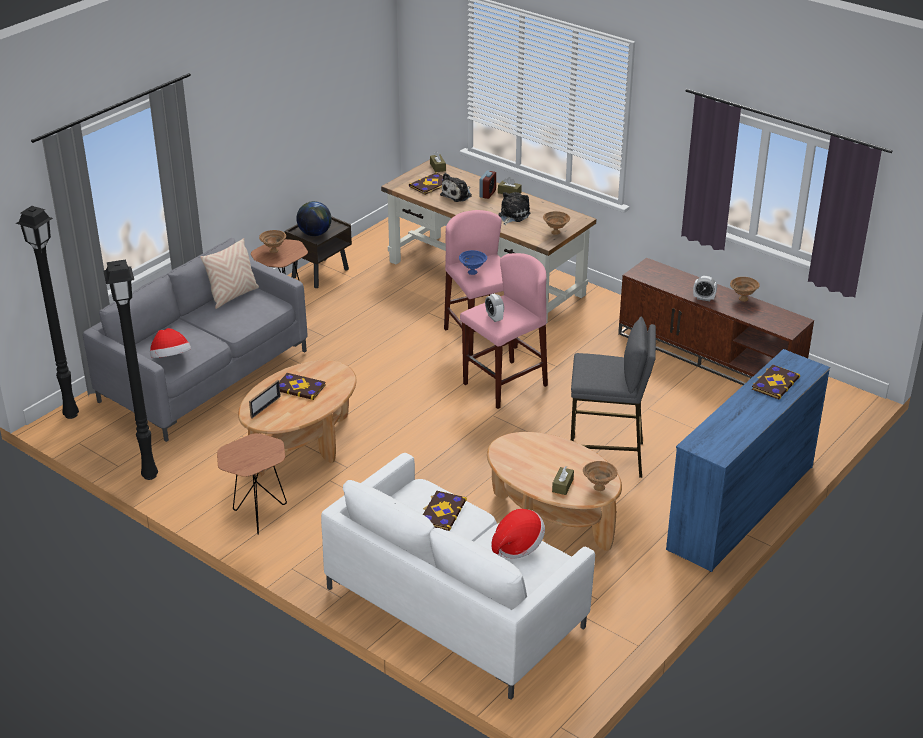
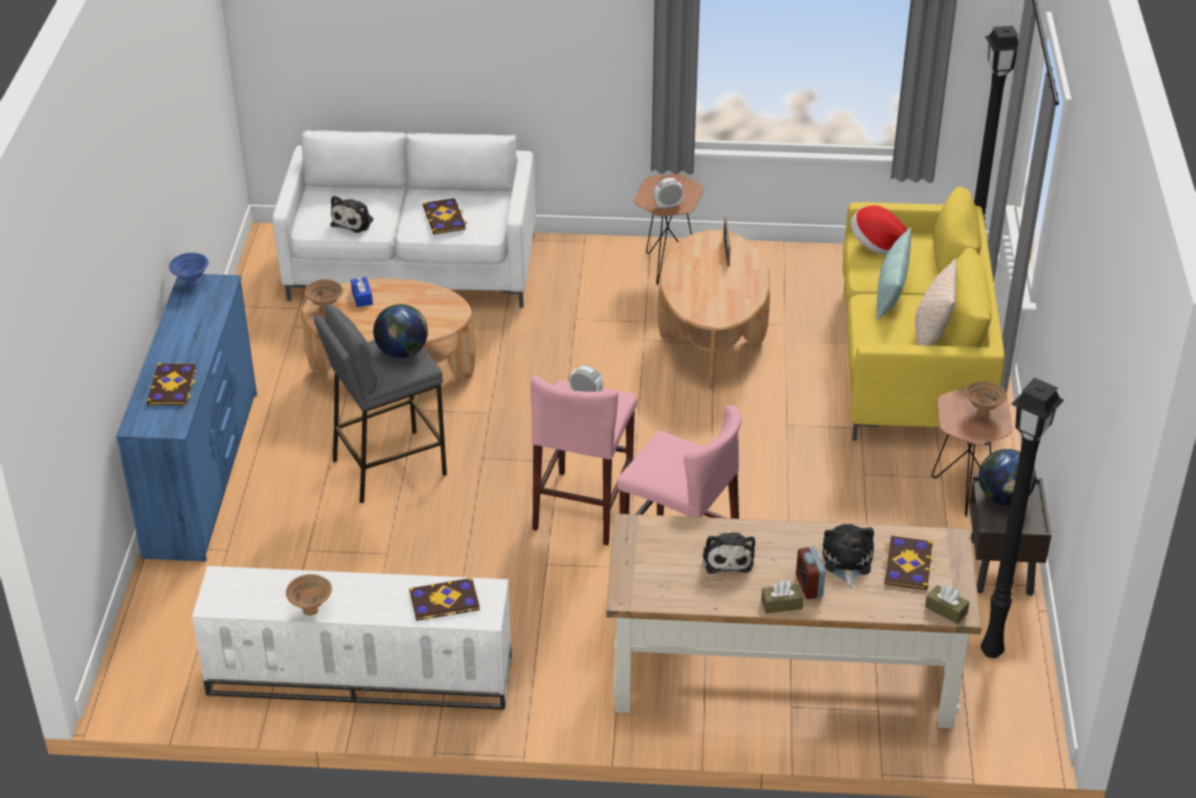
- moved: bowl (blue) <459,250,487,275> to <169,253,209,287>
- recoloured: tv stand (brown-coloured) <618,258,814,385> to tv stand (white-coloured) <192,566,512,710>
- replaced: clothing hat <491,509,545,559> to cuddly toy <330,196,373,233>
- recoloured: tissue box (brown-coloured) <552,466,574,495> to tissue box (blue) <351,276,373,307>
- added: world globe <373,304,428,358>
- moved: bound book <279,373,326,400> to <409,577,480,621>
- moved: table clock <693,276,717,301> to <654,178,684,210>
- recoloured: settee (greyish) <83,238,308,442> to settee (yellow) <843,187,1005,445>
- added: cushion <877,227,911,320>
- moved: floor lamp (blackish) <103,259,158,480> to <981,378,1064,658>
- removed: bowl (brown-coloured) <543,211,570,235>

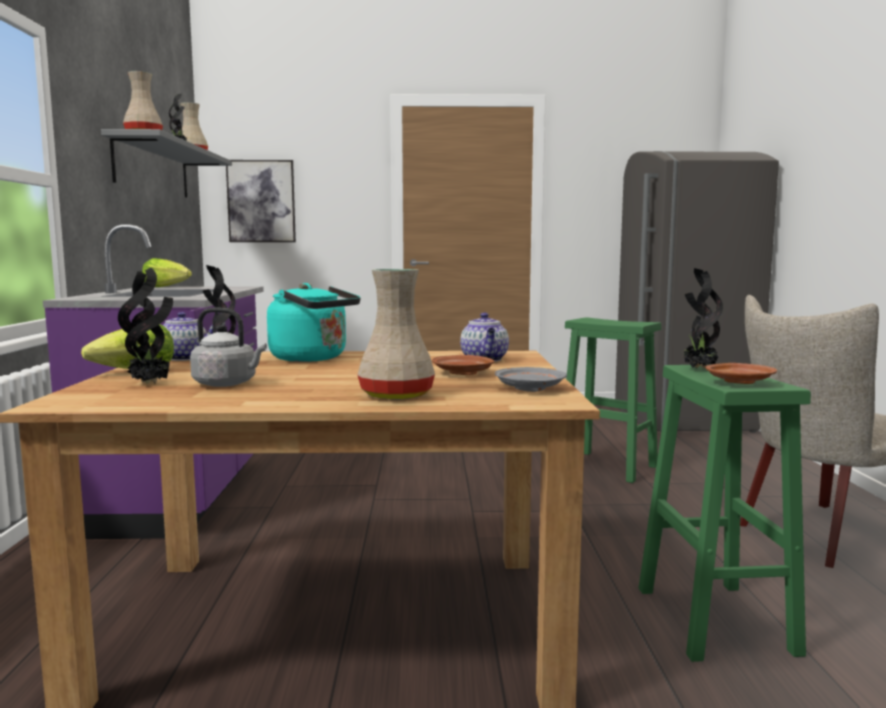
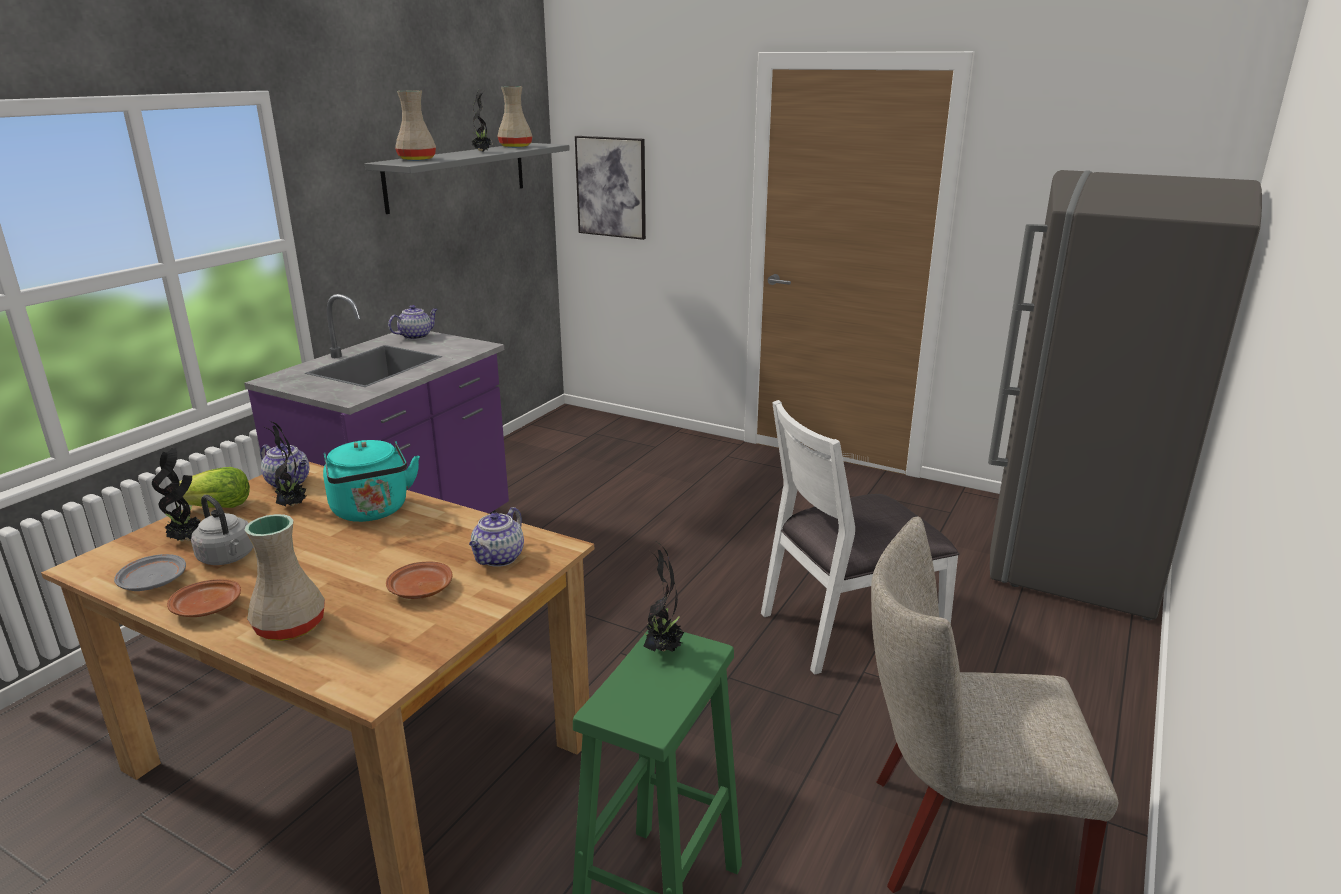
- moved: plate (greyish) <495,367,567,392> to <114,554,186,591>
- moved: plate (brown-coloured) <705,363,777,384> to <167,579,241,617>
- replaced: lettuce <142,258,192,287> to pot for tea <388,305,438,340>
- replaced: sitting stool (green-coloured) <565,317,661,483> to chair (white-coloured) <761,400,959,675>

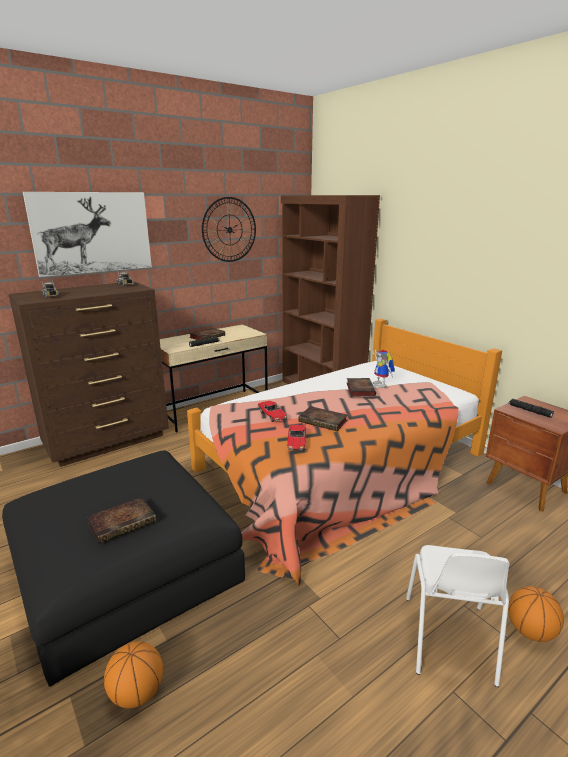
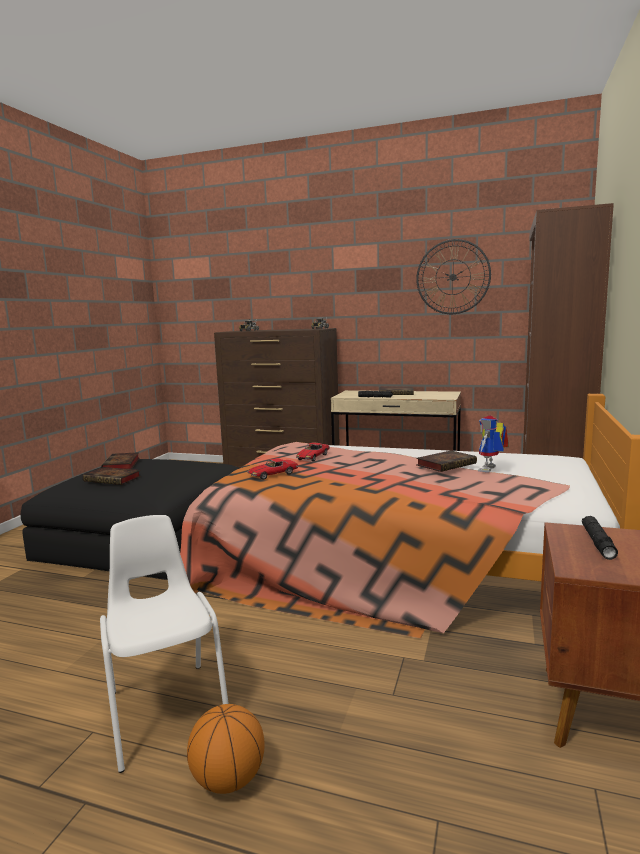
- turned: chair (white-coloured) <406,545,510,687> = <100,515,229,773> 90 degrees clockwise
- moved: bound book <298,406,348,431> to <101,452,139,469>
- removed: wall picture <23,192,152,277>
- removed: basketball <104,641,163,708>

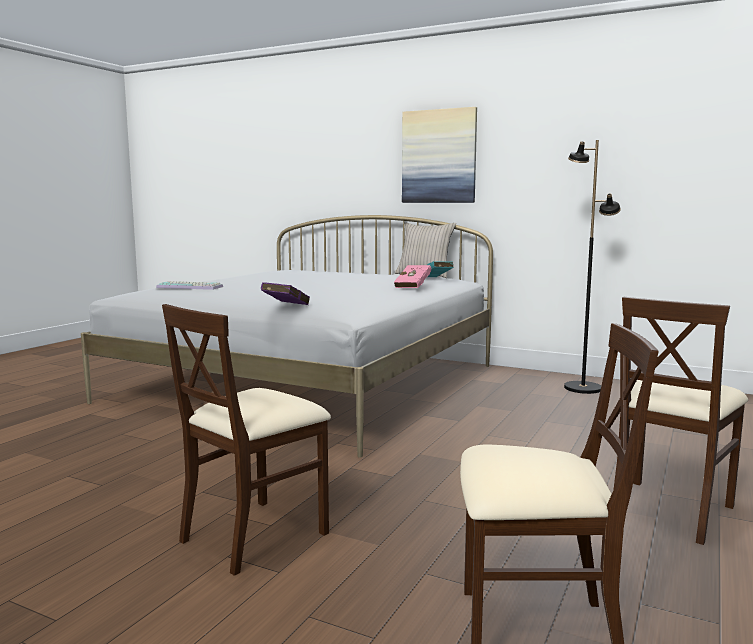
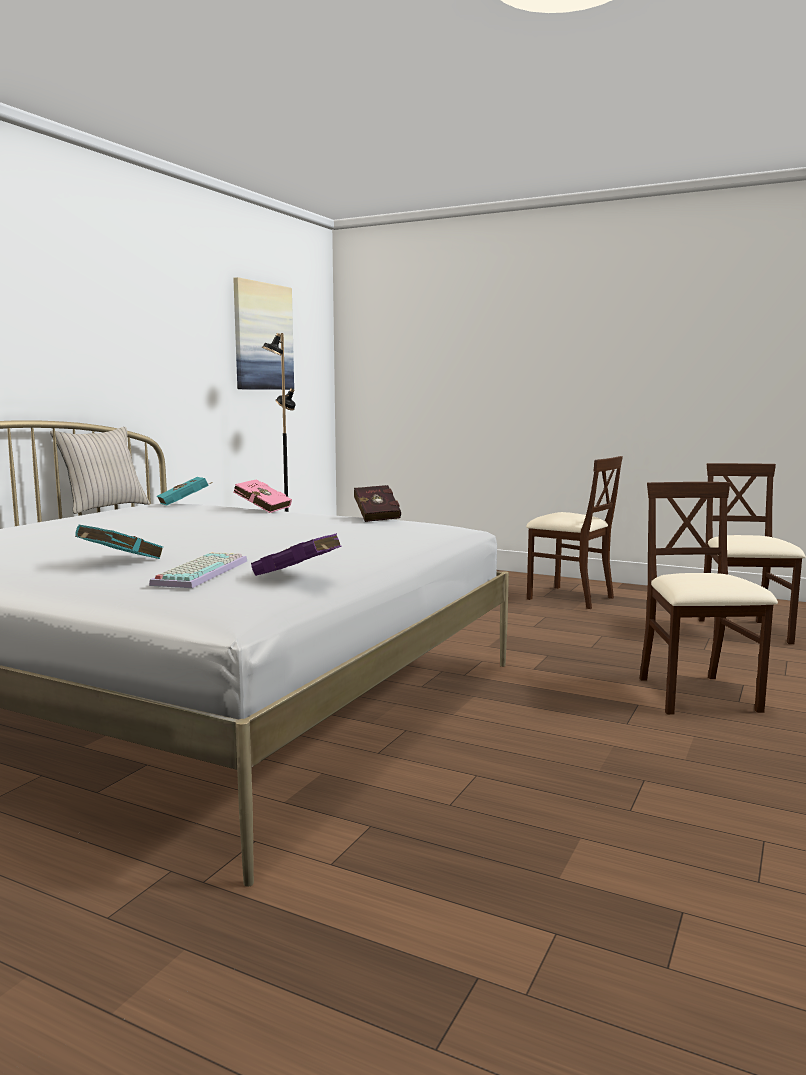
- added: bound book (turquoise-coloured) <75,525,163,559>
- moved: wall picture <402,107,477,203> to <233,277,294,390>
- moved: bound book (purplish) <261,282,310,305> to <251,533,342,576>
- added: bound book (reddish) <354,485,401,522>
- turned: chair (sand-coloured) <162,304,331,576> = <639,482,778,715> 135 degrees counterclockwise

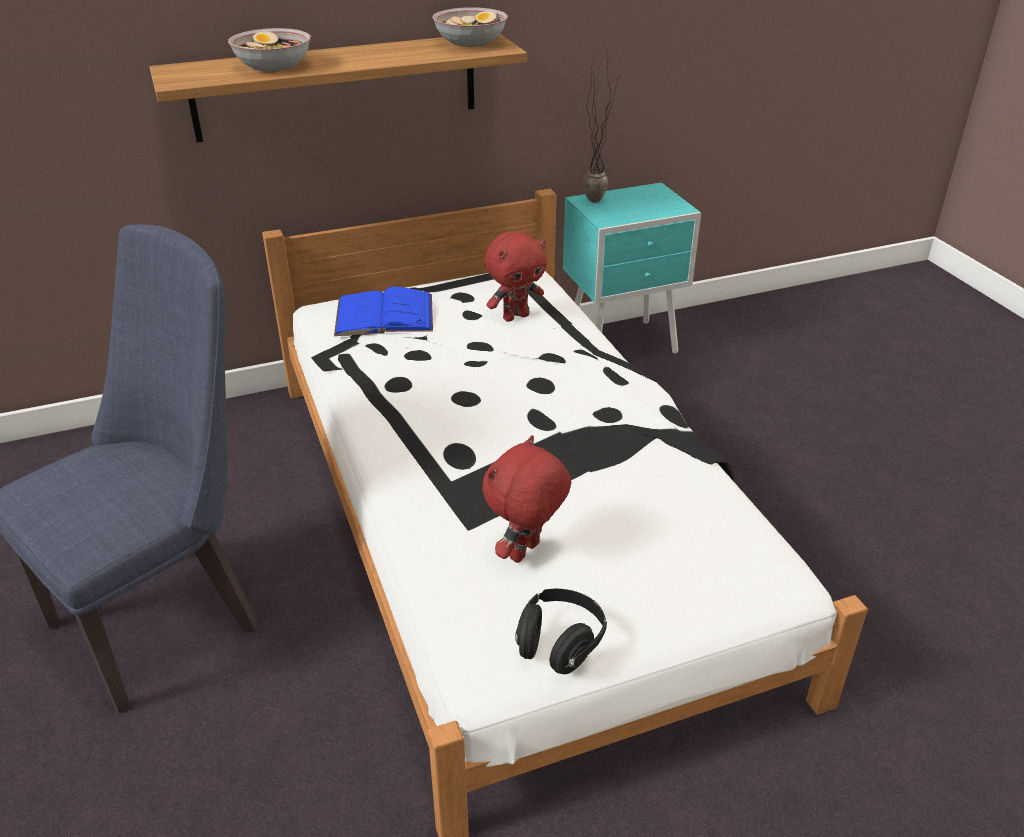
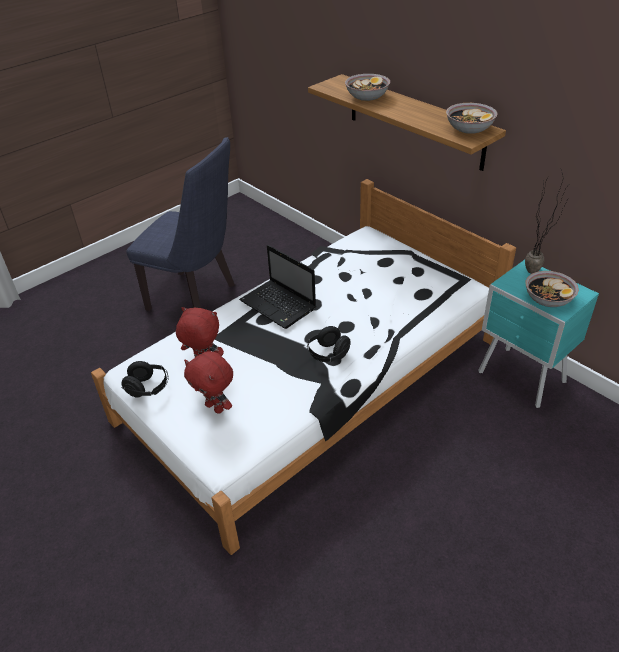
- moved: cuddly toy (reddish) <485,231,547,322> to <184,351,233,414>
- added: laptop <239,245,316,329>
- added: headphones (blackish) <307,326,351,363>
- added: bowl <525,271,579,307>
- removed: bound book (blue) <334,286,433,336>

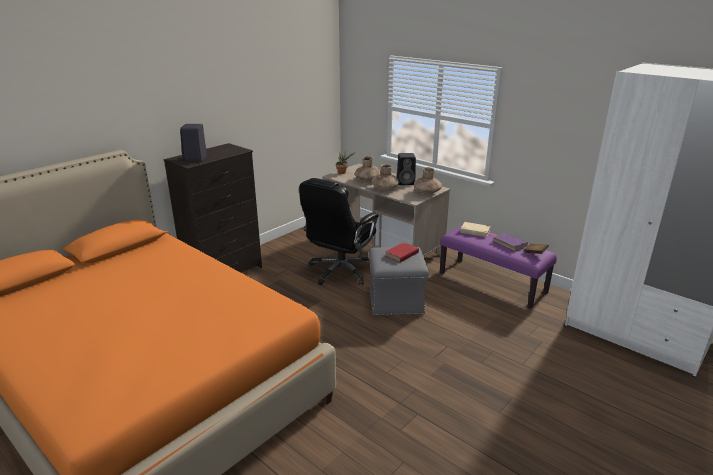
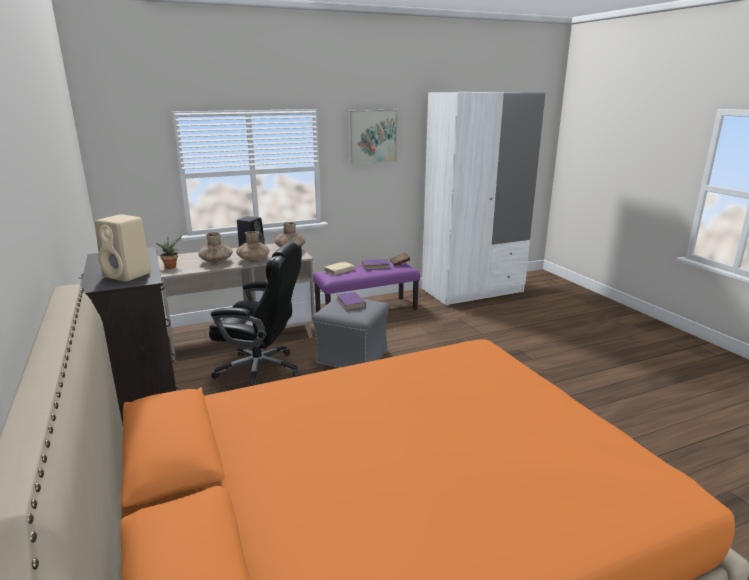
- recoloured: speaker (blackish) <180,124,207,162> to speaker (sand-coloured) <95,214,151,282>
- turned: computer chair (blackish) <299,178,379,285> = <209,242,302,387> 45 degrees counterclockwise
- recoloured: bound book (reddish) <385,242,419,262> to bound book (purplish) <336,292,366,311>
- added: wall picture <349,110,398,164>

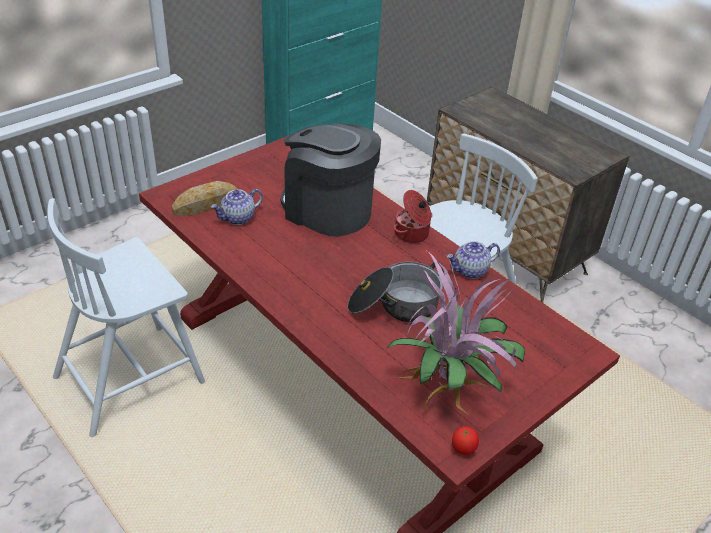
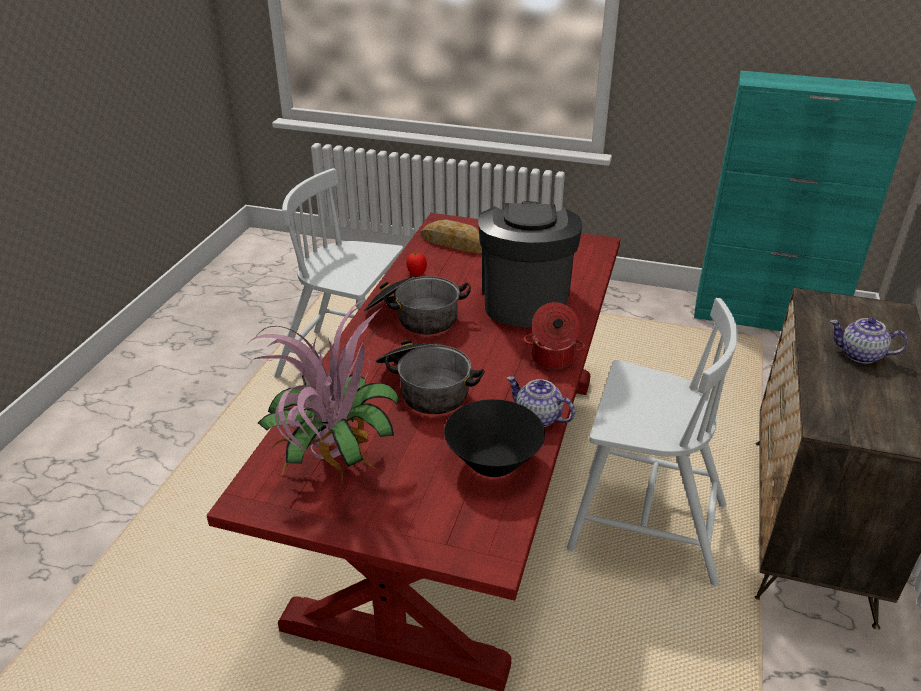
- added: stockpot <364,276,471,335>
- moved: tomato <452,426,479,455> to <406,252,427,276>
- added: bowl (blackish) <444,399,545,477>
- moved: pot for tea <211,189,263,225> to <830,318,908,364>

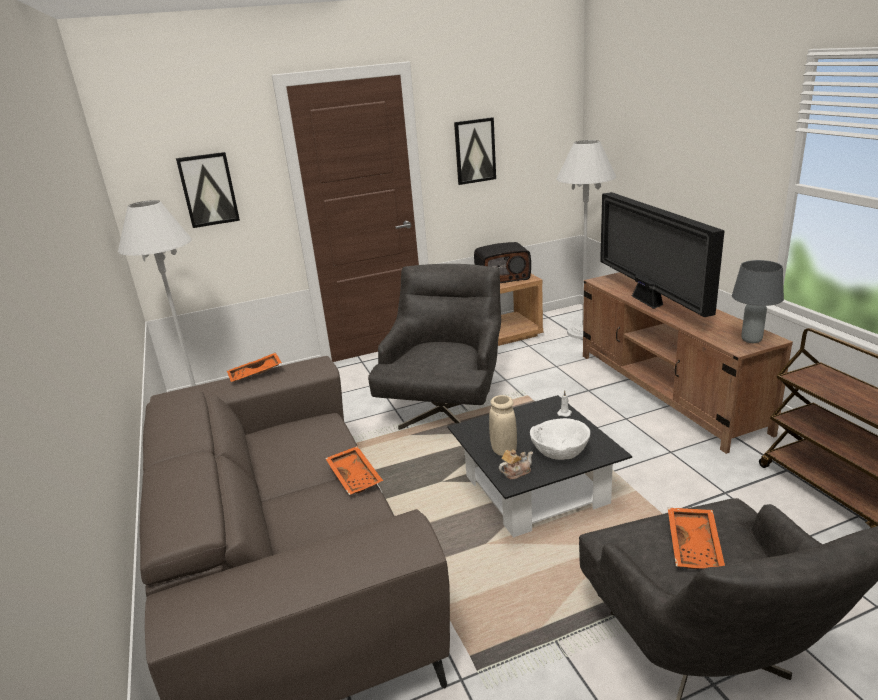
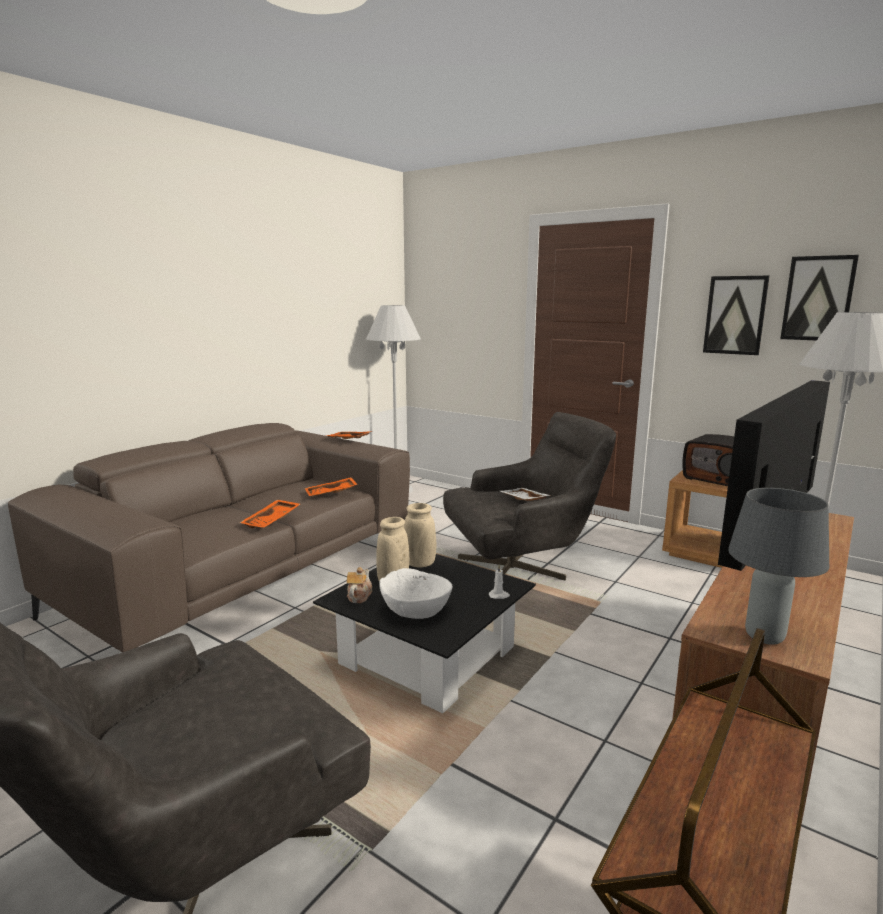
- moved: tray (orange) <668,508,725,569> to <305,477,358,496>
- turned: pot for tea <499,449,533,479> = <347,567,372,603> 105 degrees counterclockwise
- added: vase (sand-coloured) <404,503,436,567>
- added: tray (white-coloured) <501,488,551,501>
- moved: wall picture <176,152,240,228> to <780,255,859,340>

